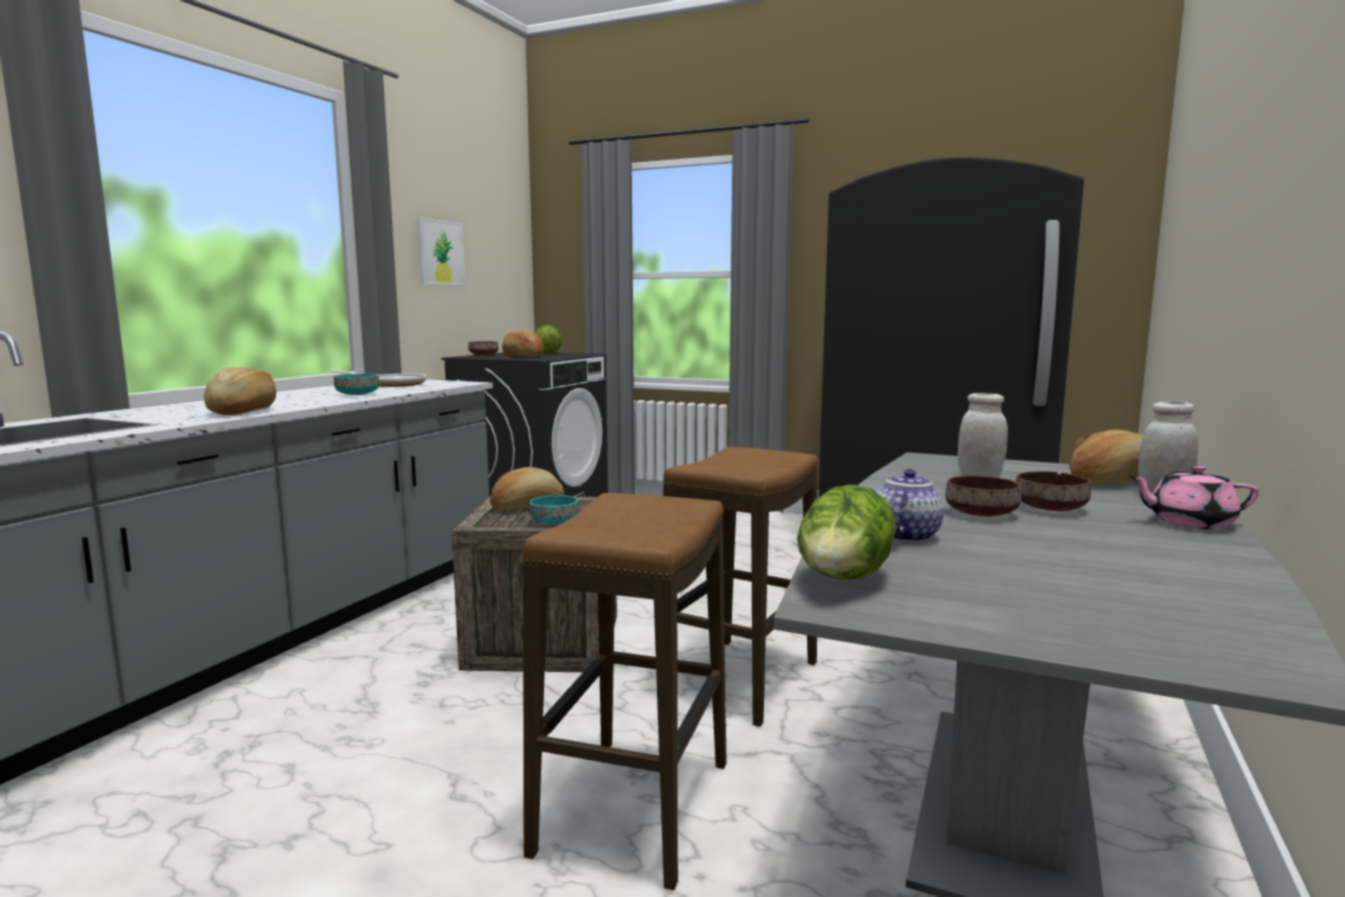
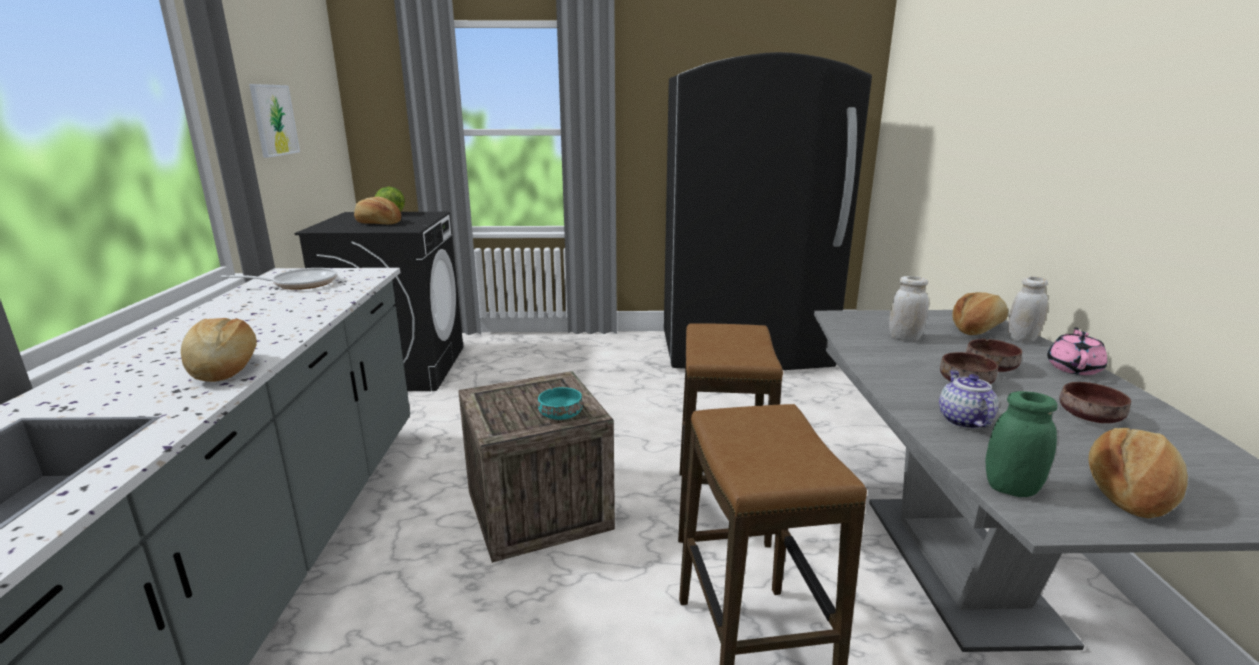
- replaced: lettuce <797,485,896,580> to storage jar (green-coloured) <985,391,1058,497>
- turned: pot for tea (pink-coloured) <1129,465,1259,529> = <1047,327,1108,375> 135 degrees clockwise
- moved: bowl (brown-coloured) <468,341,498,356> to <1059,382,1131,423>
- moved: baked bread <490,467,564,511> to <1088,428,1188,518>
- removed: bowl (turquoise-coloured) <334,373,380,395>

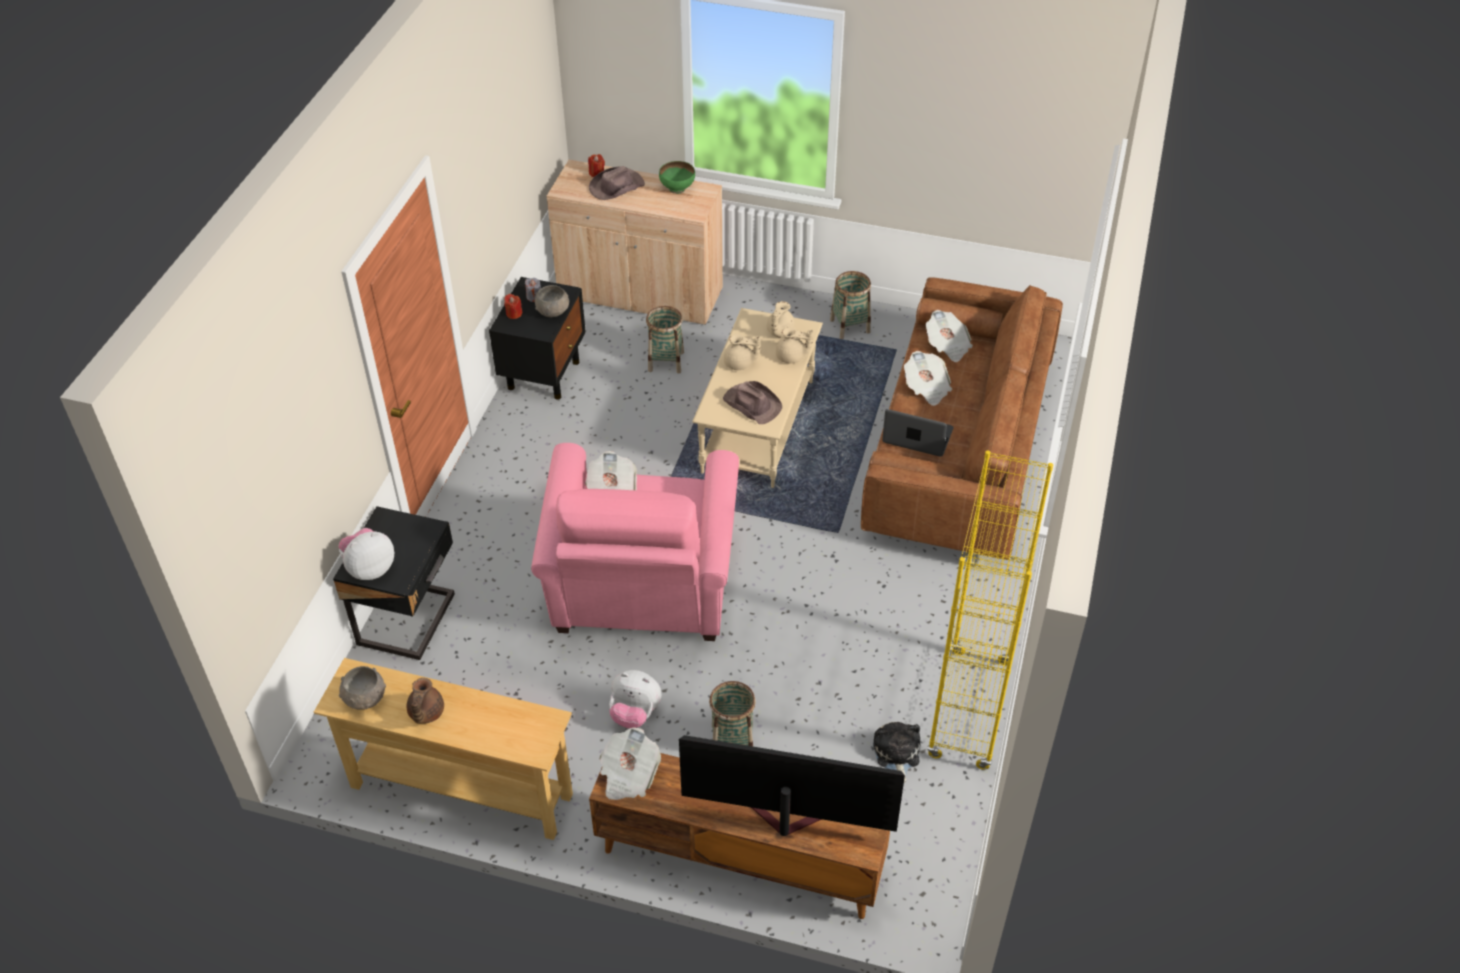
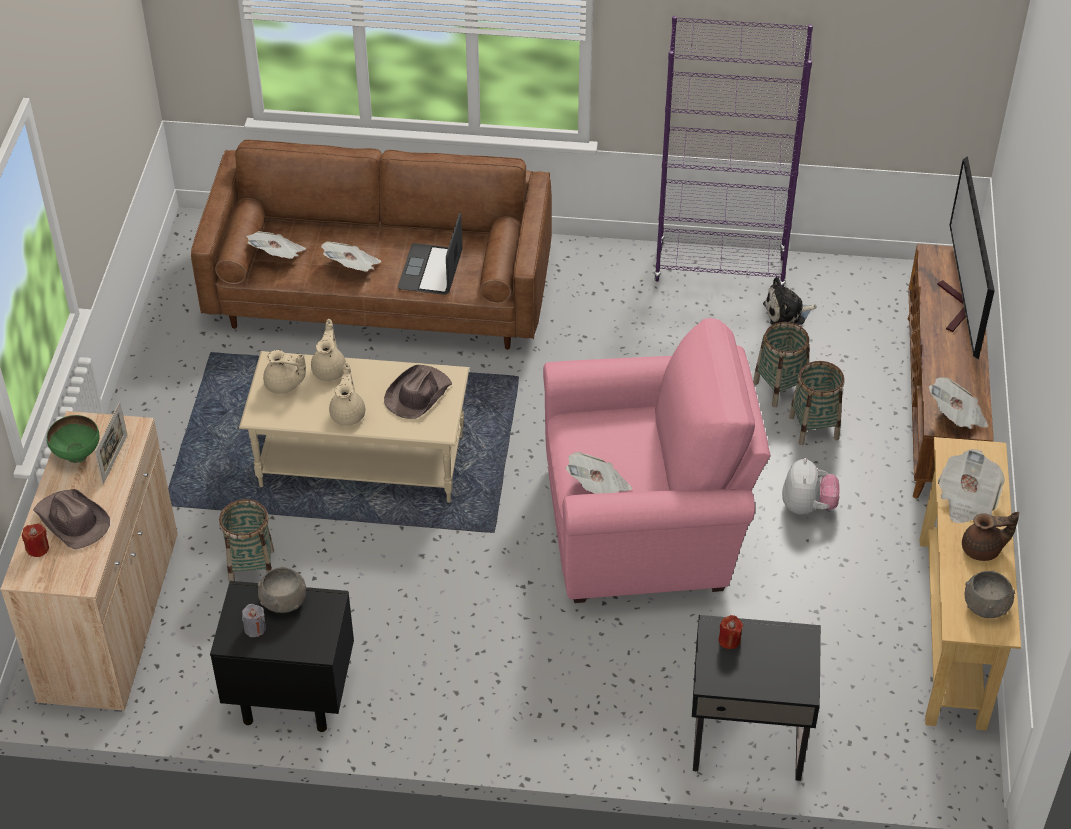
- added: photo frame <95,402,127,484>
- recoloured: bookshelf (yellow) <927,451,1053,770> to bookshelf (purplish) <654,16,813,287>
- moved: candle (reddish) <504,294,522,319> to <718,615,743,649>
- moved: storage basket <830,271,871,339> to <753,322,810,407>
- added: daily paper <938,449,1005,523>
- removed: cuddly toy <338,528,394,580>

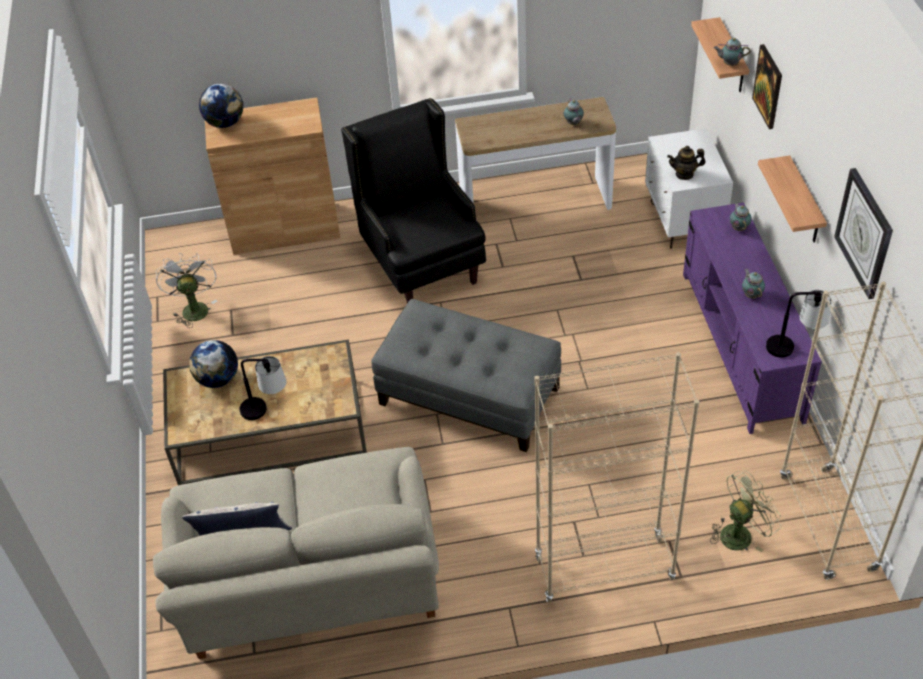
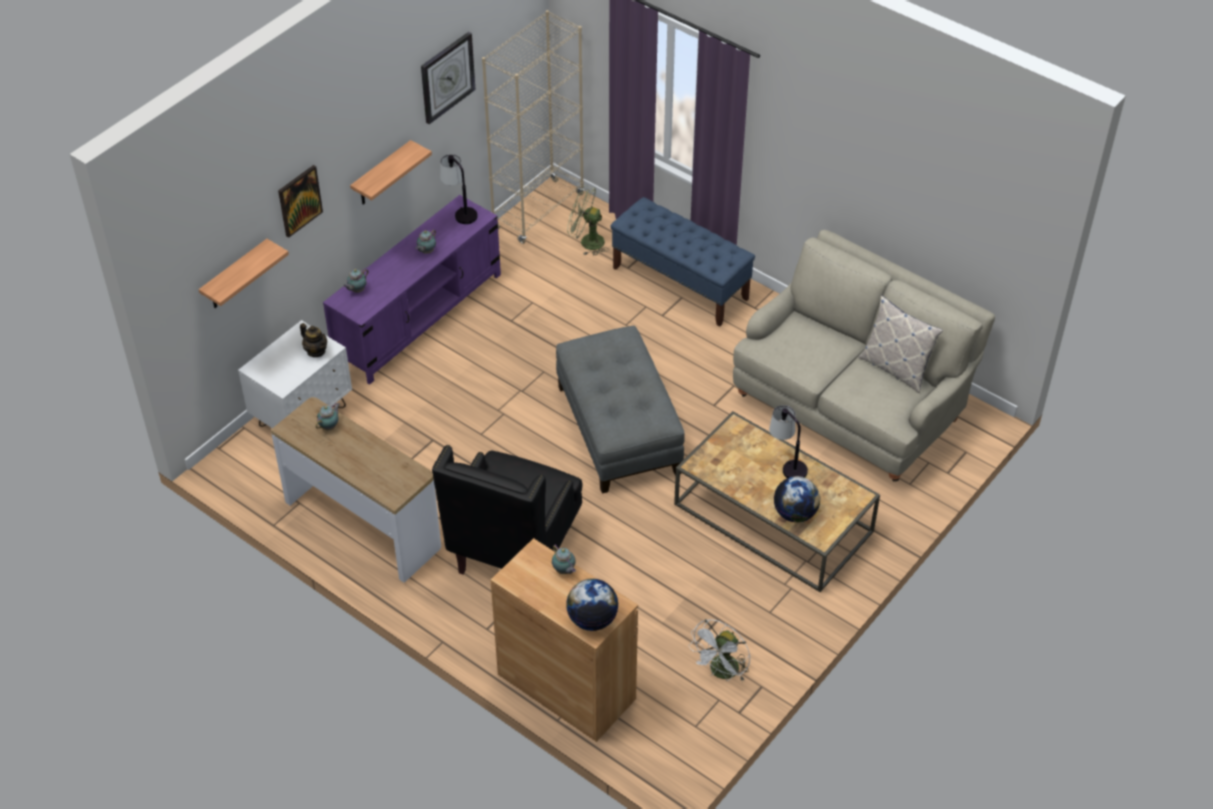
- moved: pot for tea <714,38,751,66> to <552,544,576,574>
- replaced: bookshelf (sand-coloured) <534,352,699,602> to bench (blue) <610,197,755,327>

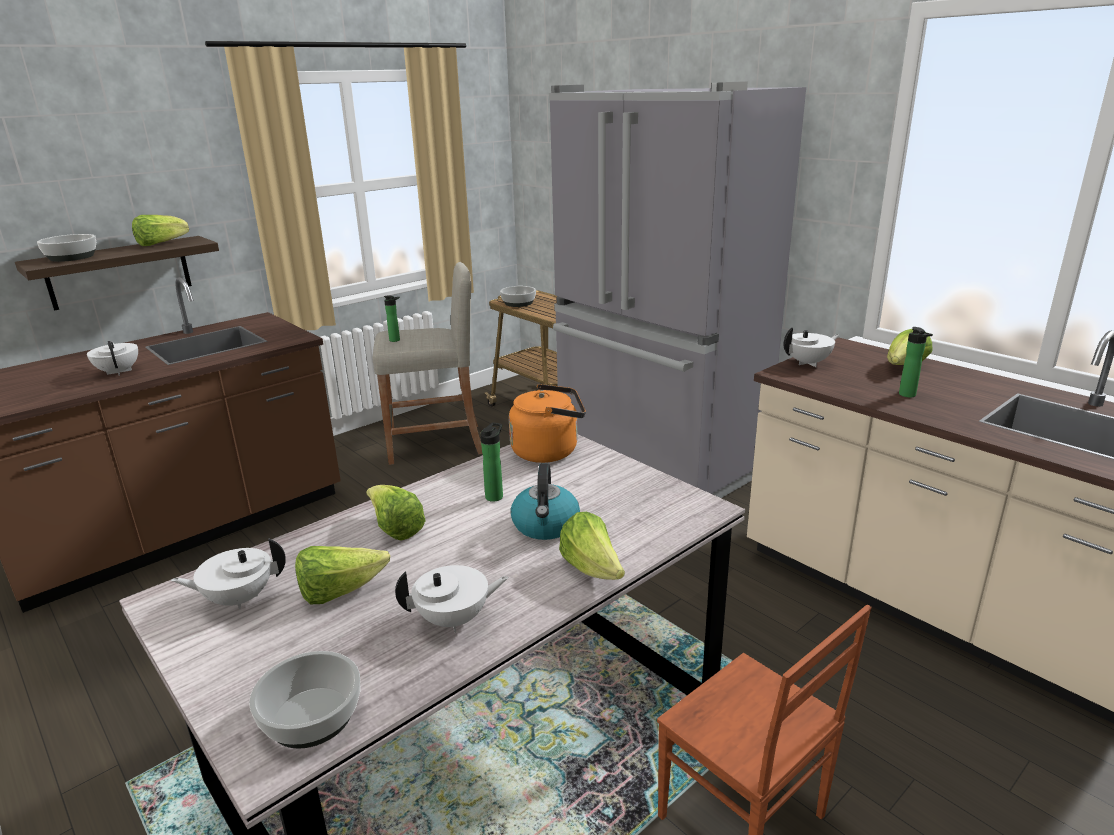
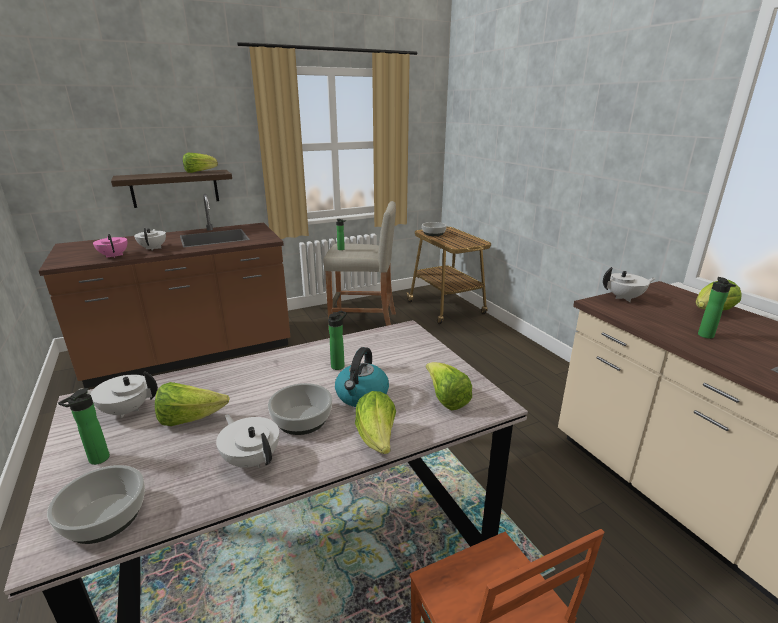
- added: drink bottle <58,388,110,465>
- added: pot for tea (pink-coloured) <93,234,128,258>
- turned: pot for tea (white-coloured) <395,565,509,633> = <216,414,279,468> 135 degrees counterclockwise
- moved: bowl <37,234,96,262> to <268,383,332,435>
- moved: lettuce <366,485,426,541> to <426,362,472,410>
- removed: kettle (orange) <509,384,586,463>
- removed: kitchen fridge (greyish) <549,81,806,498>

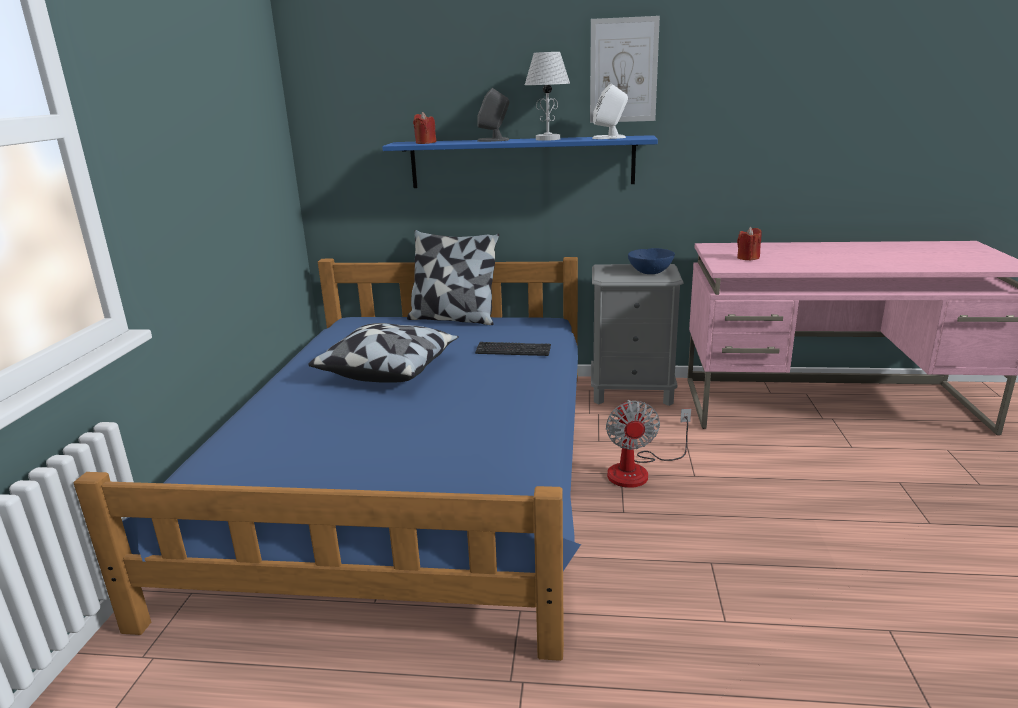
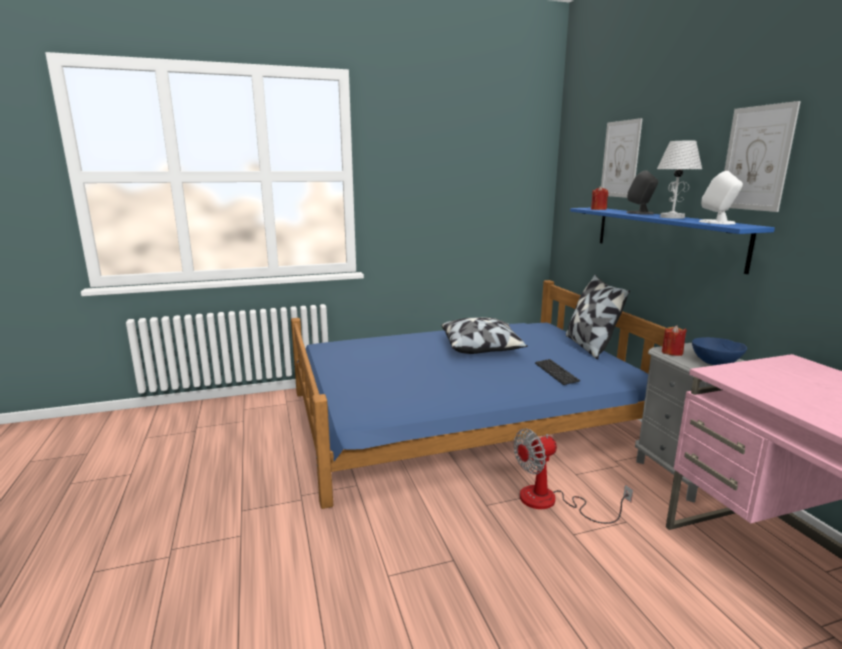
- added: wall picture <601,118,643,198>
- moved: candle (reddish) <737,227,762,260> to <662,325,687,356>

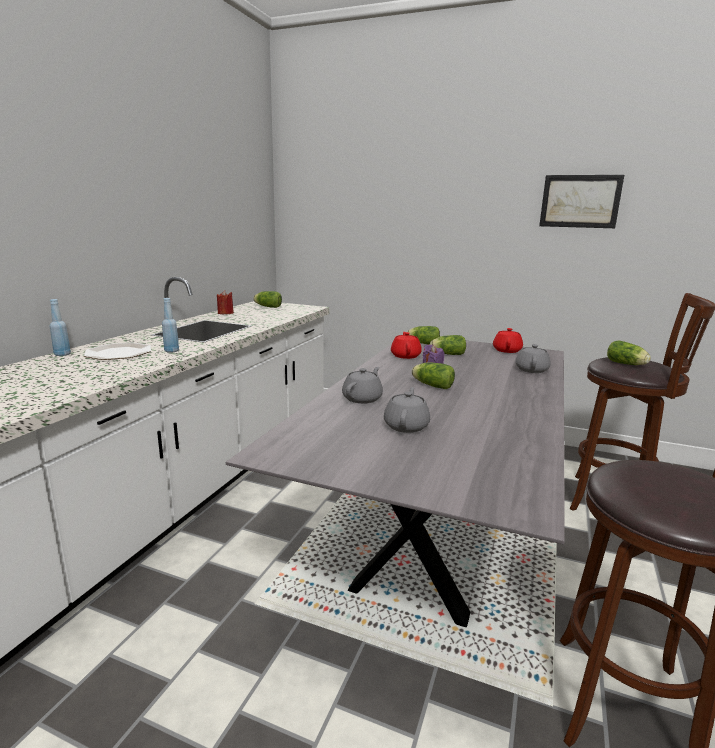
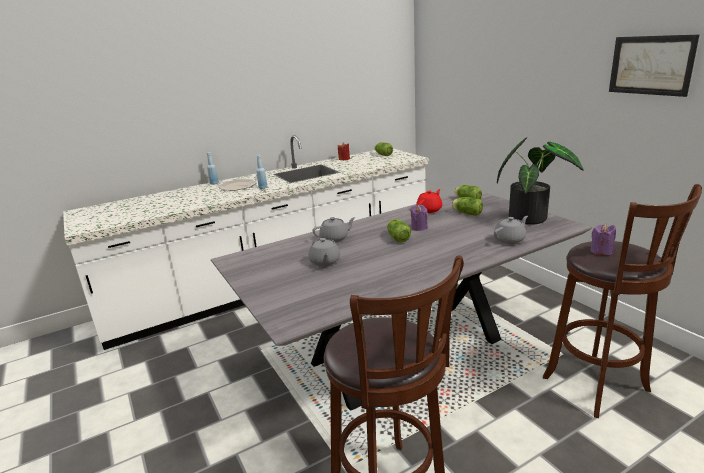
- turned: pot for tea (greyish) <384,387,430,433> = <308,238,340,266> 120 degrees clockwise
- replaced: pot for tea (reddish) <493,328,523,353> to houseplant <497,137,584,225>
- replaced: lettuce <607,340,651,365> to candle (purplish) <591,223,616,255>

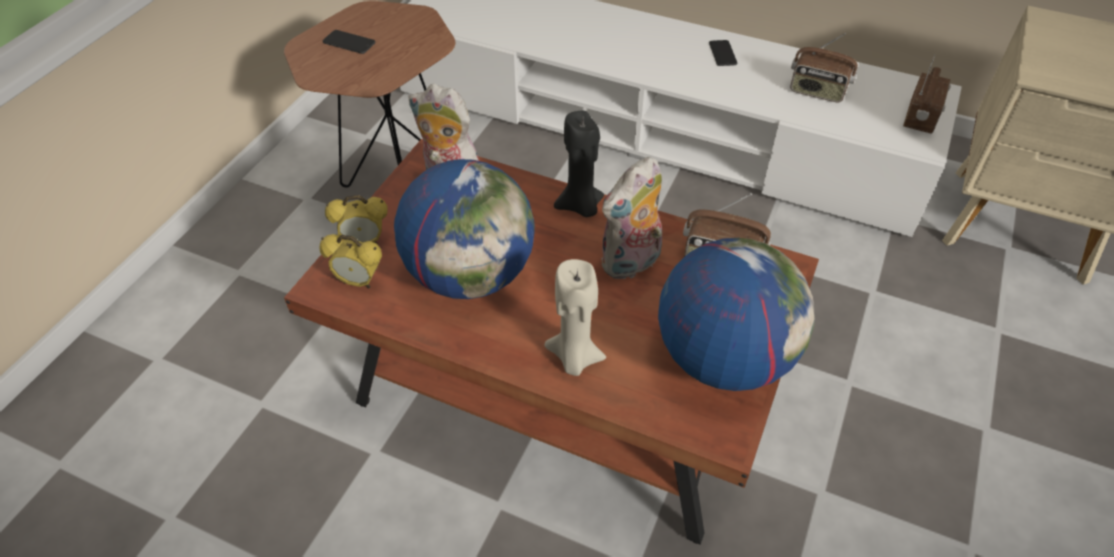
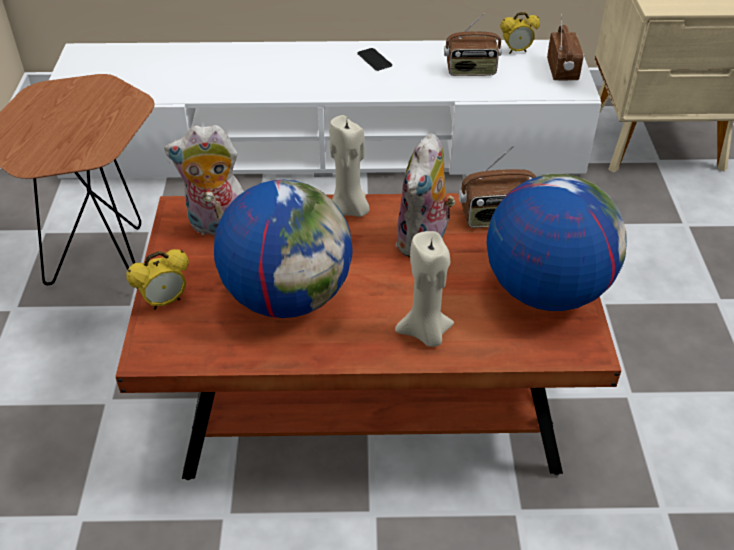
- recoloured: candle (blackish) <554,111,604,217> to candle (sand-coloured) <330,115,369,217>
- moved: table clock <320,234,382,289> to <500,12,540,54>
- removed: phone <323,30,375,54>

